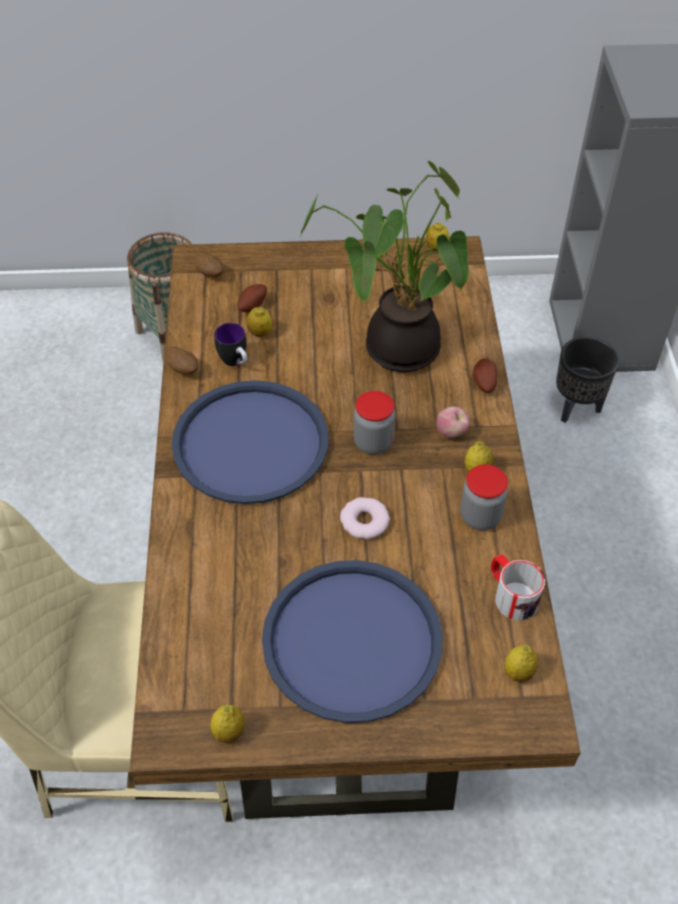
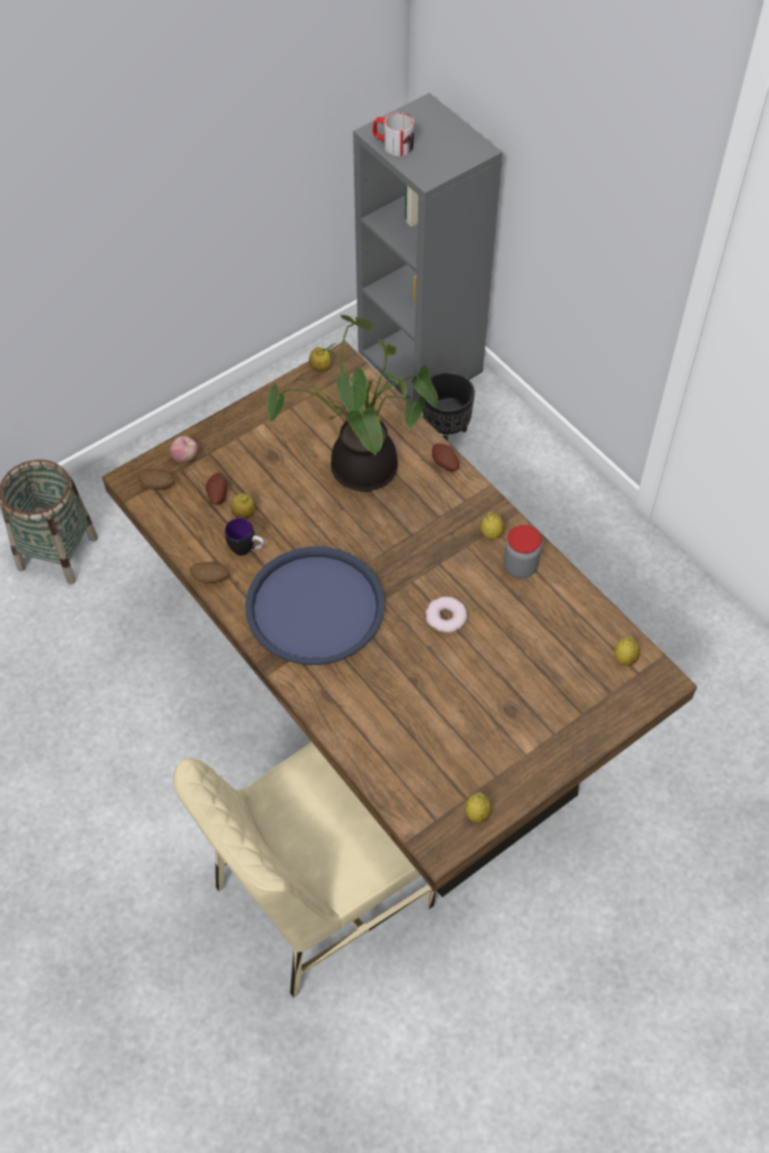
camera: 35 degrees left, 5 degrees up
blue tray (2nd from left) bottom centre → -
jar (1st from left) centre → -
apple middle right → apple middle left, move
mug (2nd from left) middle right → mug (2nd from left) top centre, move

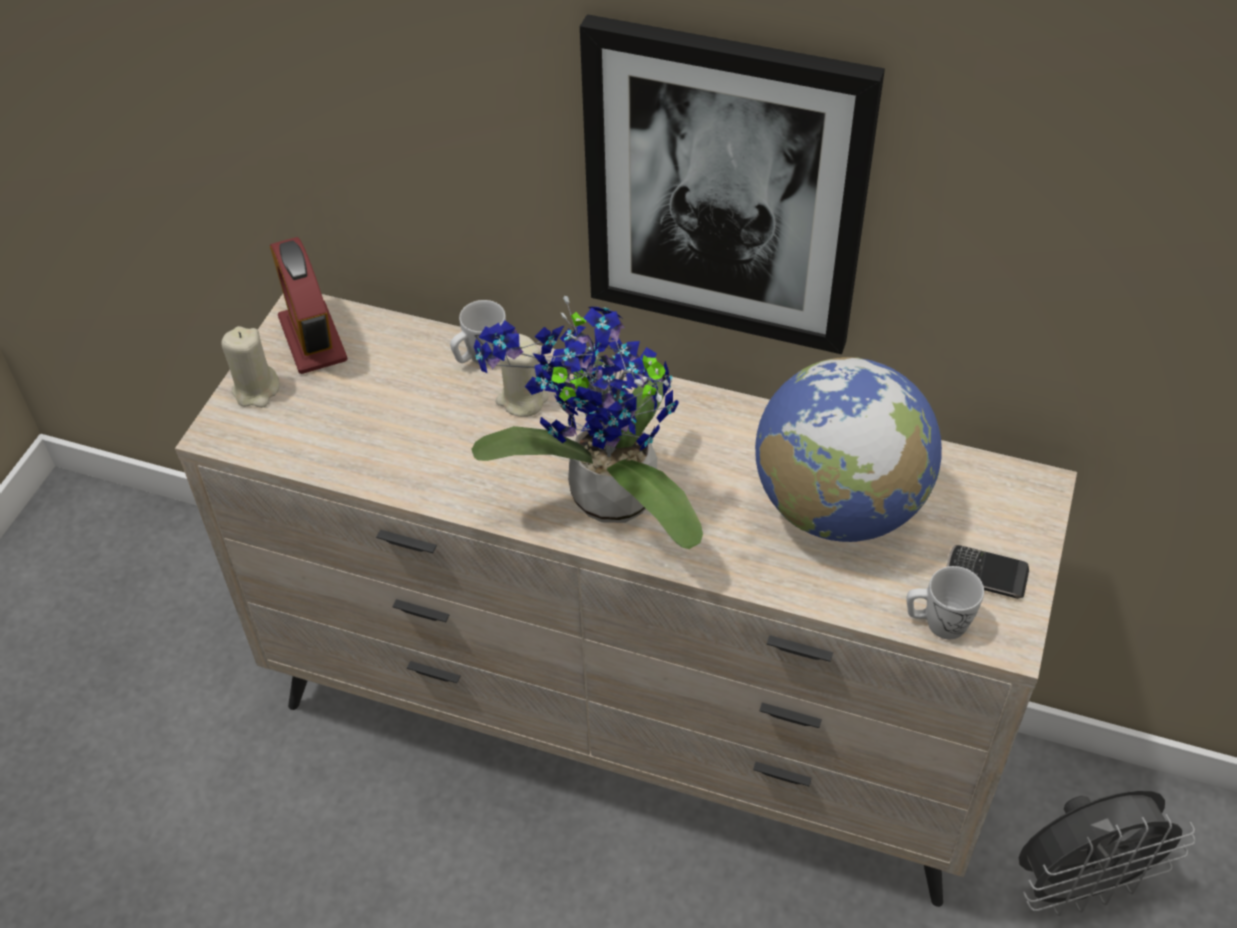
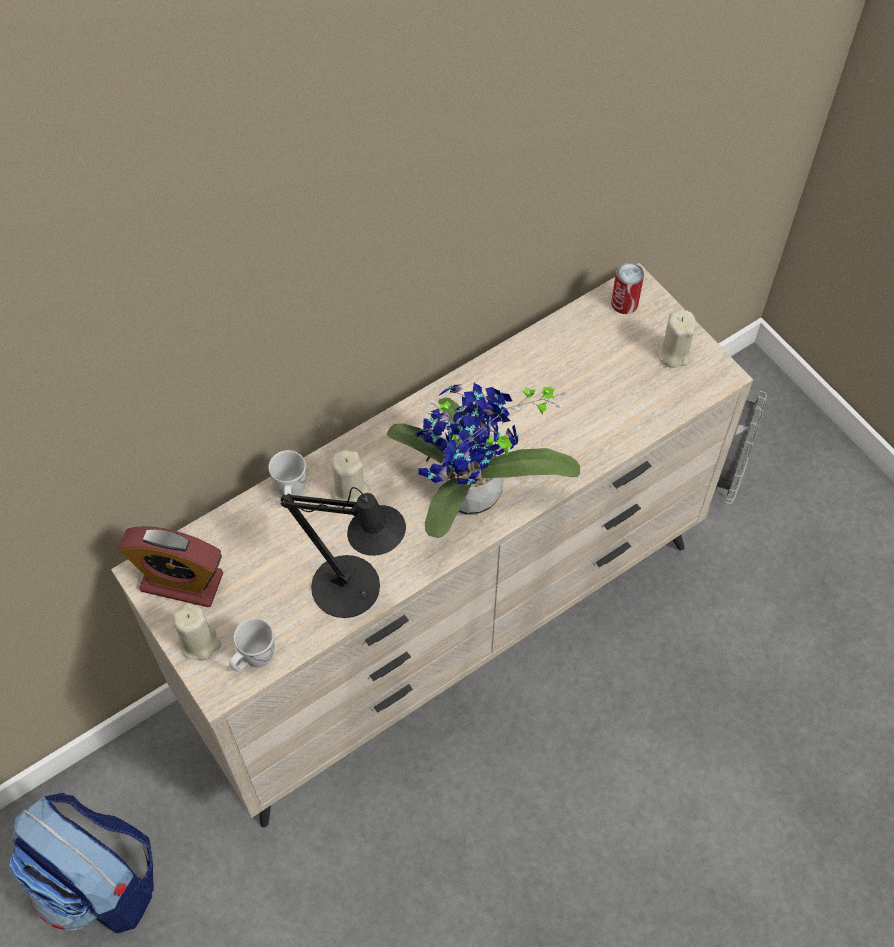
camera: 55 degrees left, 10 degrees up
picture top centre → -
globe middle right → -
white mug (2nd from left in the first image) middle right → white mug (1st from left) bottom left, move
phone middle right → beige candle (3rd from left) middle right
- → backpack bottom left
- → black table lamp centre
- → can top right

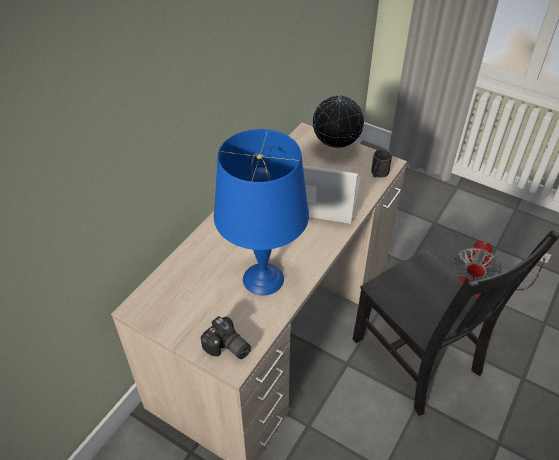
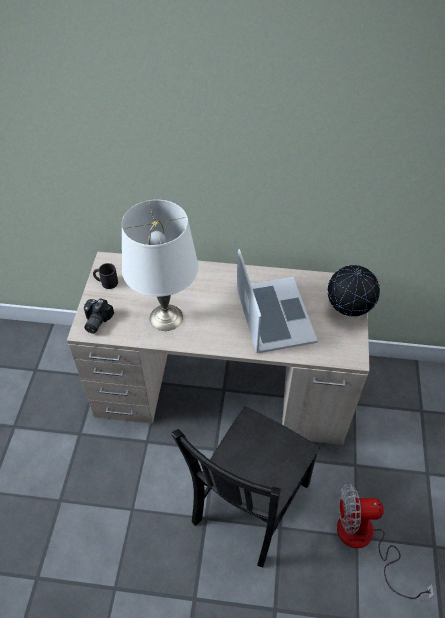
camera: 65 degrees right, 5 degrees up
blue table lamp centre → white table lamp centre
black mug middle right → black mug middle left, move

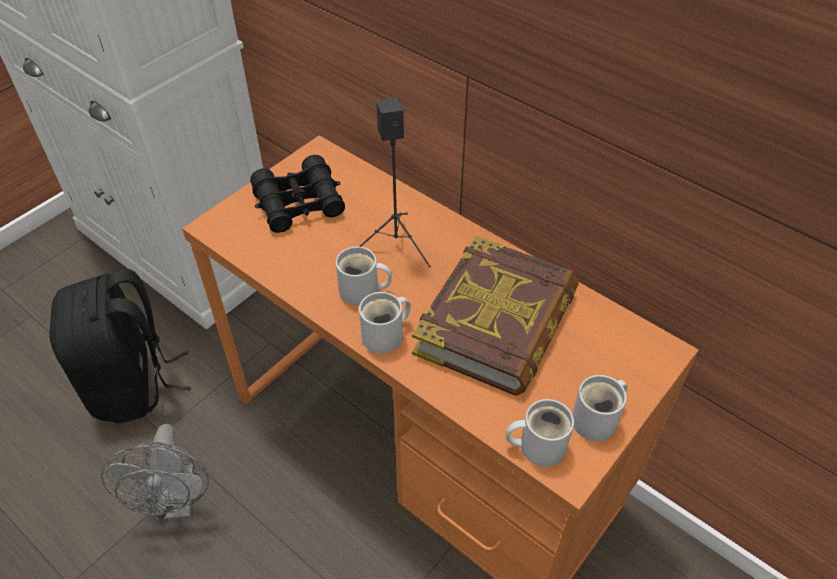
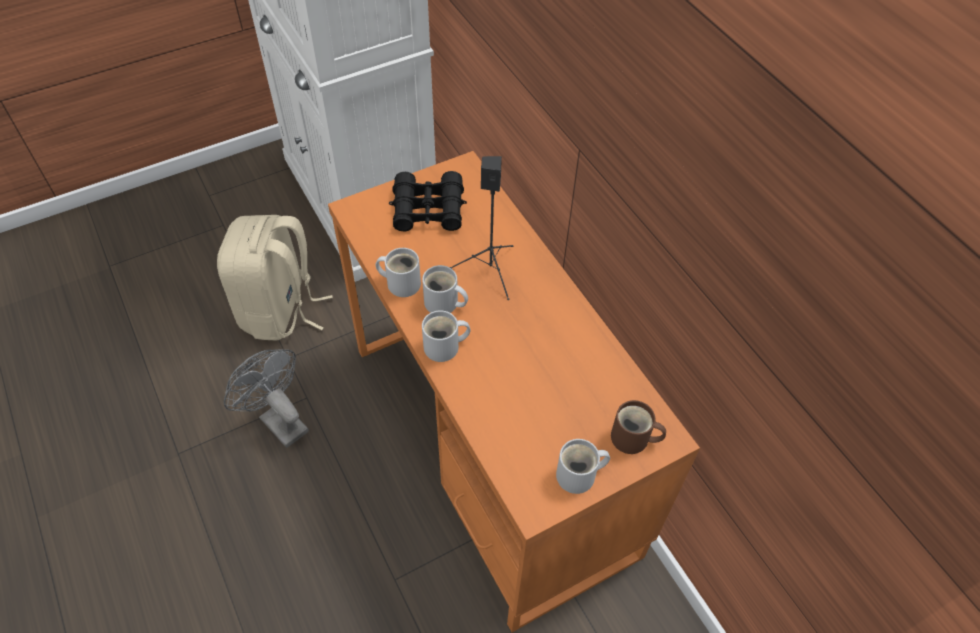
camera: 20 degrees right, 5 degrees up
black backpack middle left → beige backpack middle left
grey fan bottom left → grey fan middle left, 120 degrees clockwise
book centre → -
white mug (3rd from left in the first image) bottom centre → white mug (1st from left) centre, move
- → brown mug bottom centre

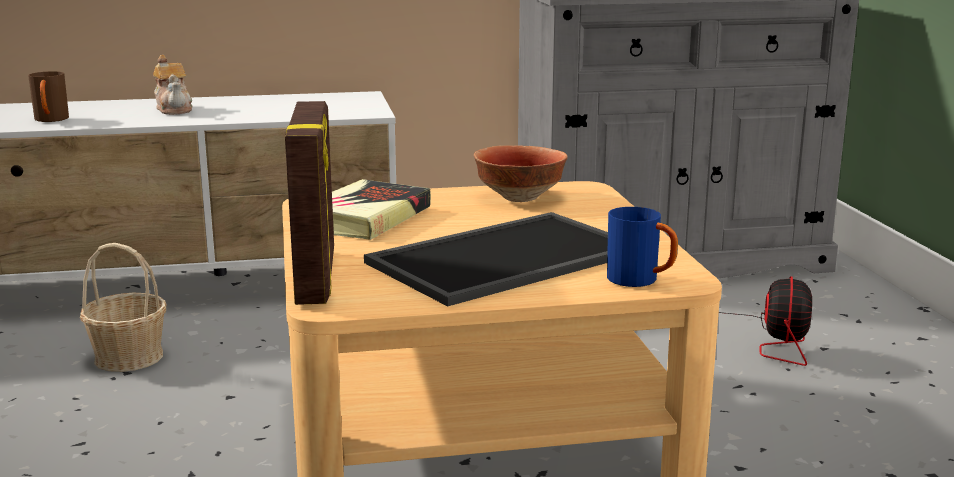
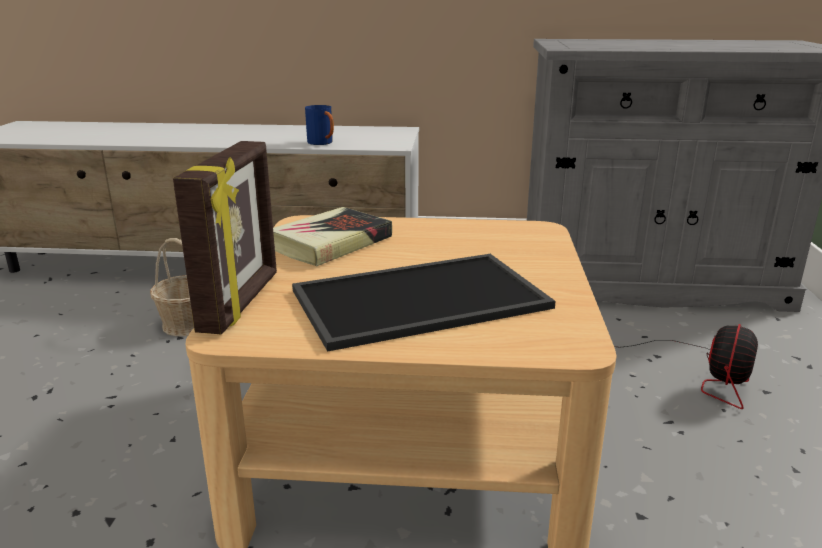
camera: 15 degrees right, 5 degrees up
brown mug top left → -
teapot top left → -
bowl centre → -
blue mug middle right → blue mug top centre, move

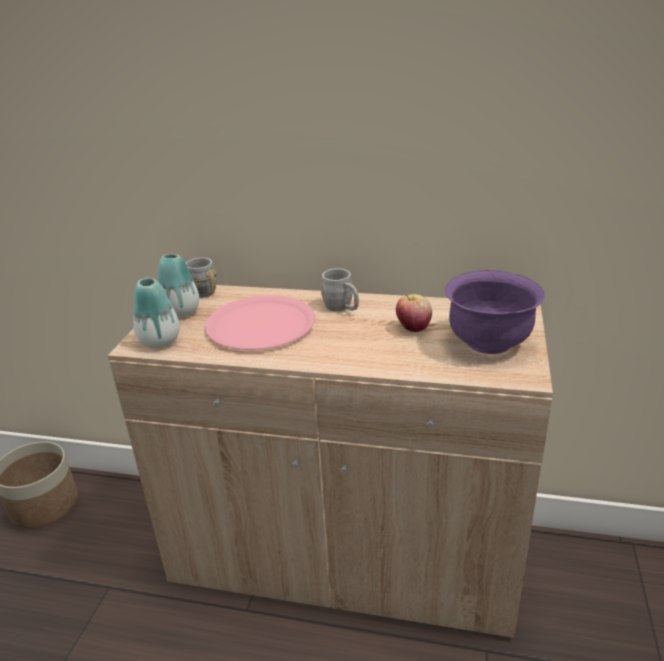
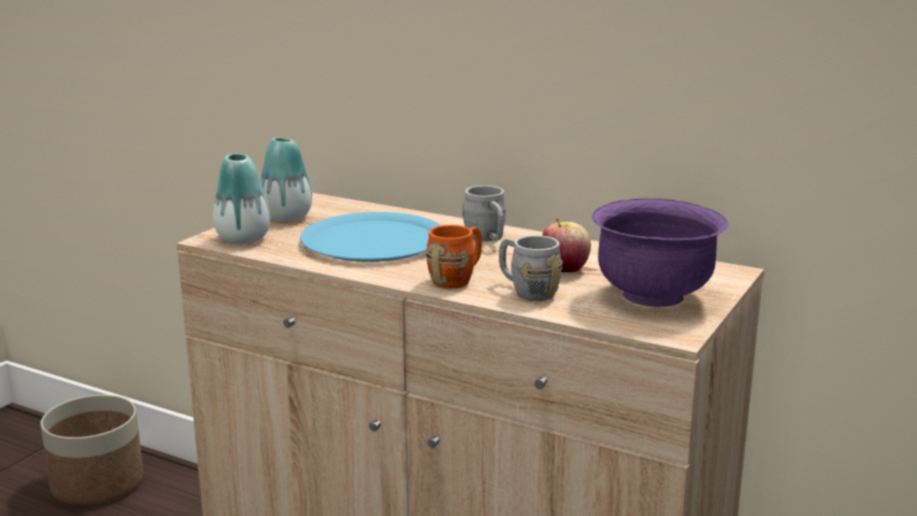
camera: 15 degrees right, 10 degrees down
grey mug (1st from left in the first image) middle left → grey mug (2nd from left) centre, move
pink plate centre → blue plate centre
- → orange mug centre

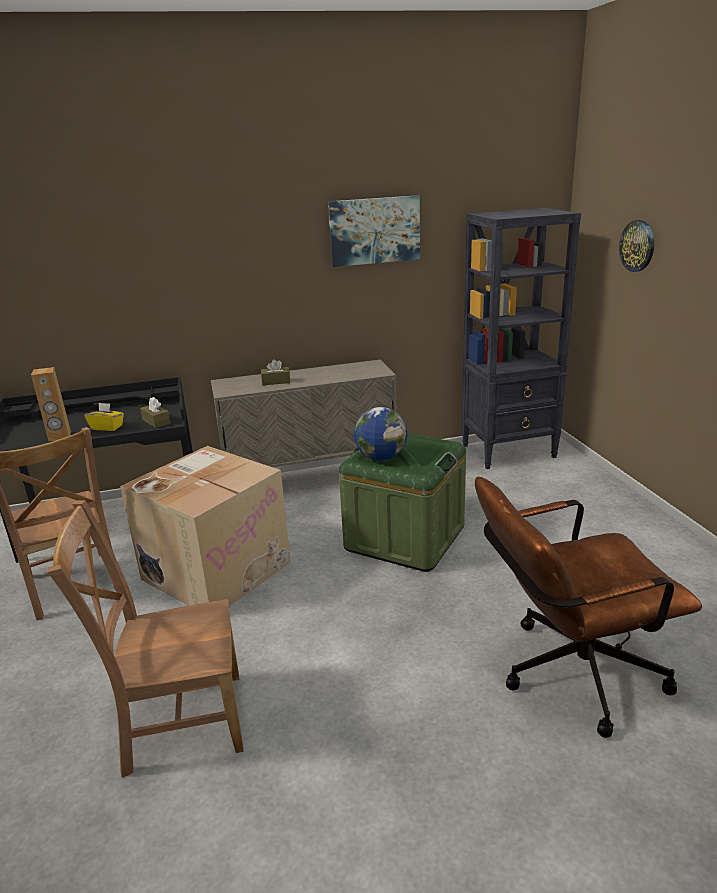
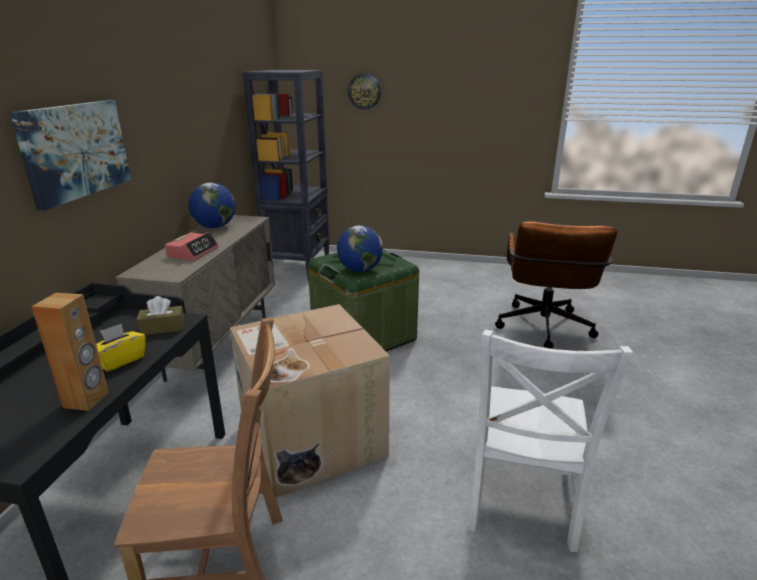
camera: 65 degrees left, 0 degrees up
brown chair (2nd from left) bottom left → white chair bottom right
brown tissue box (2nd from left) centre → alarm clock middle left
picture top centre → picture top left, move
- → globe (1st from left) middle left

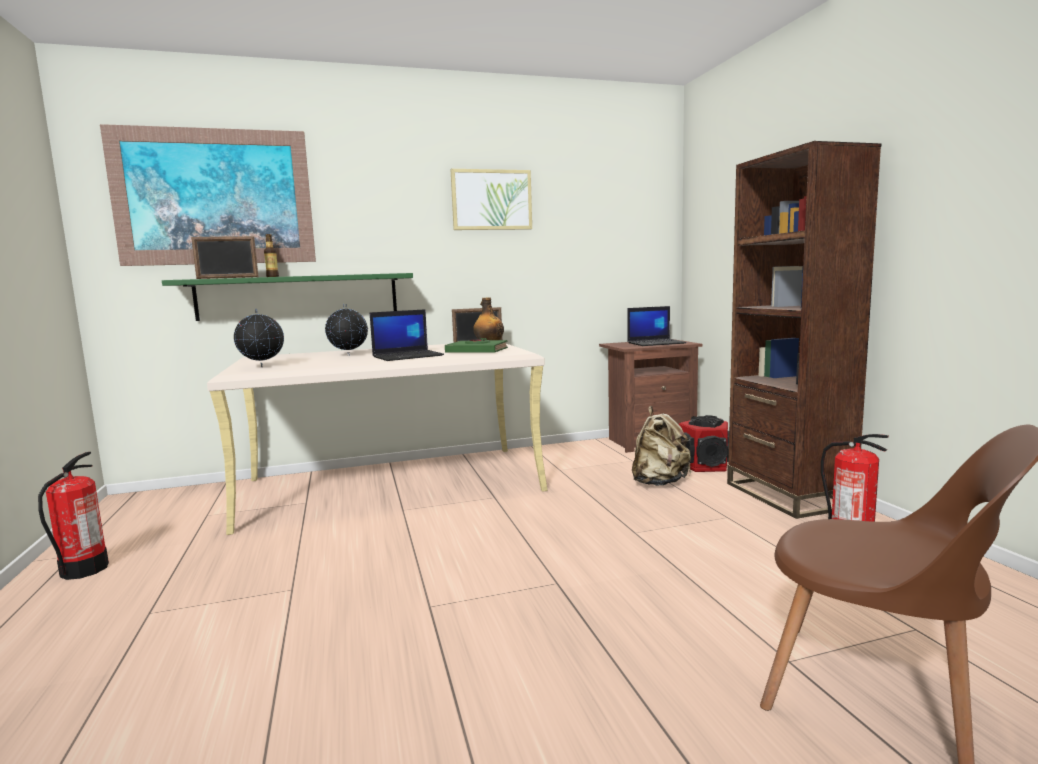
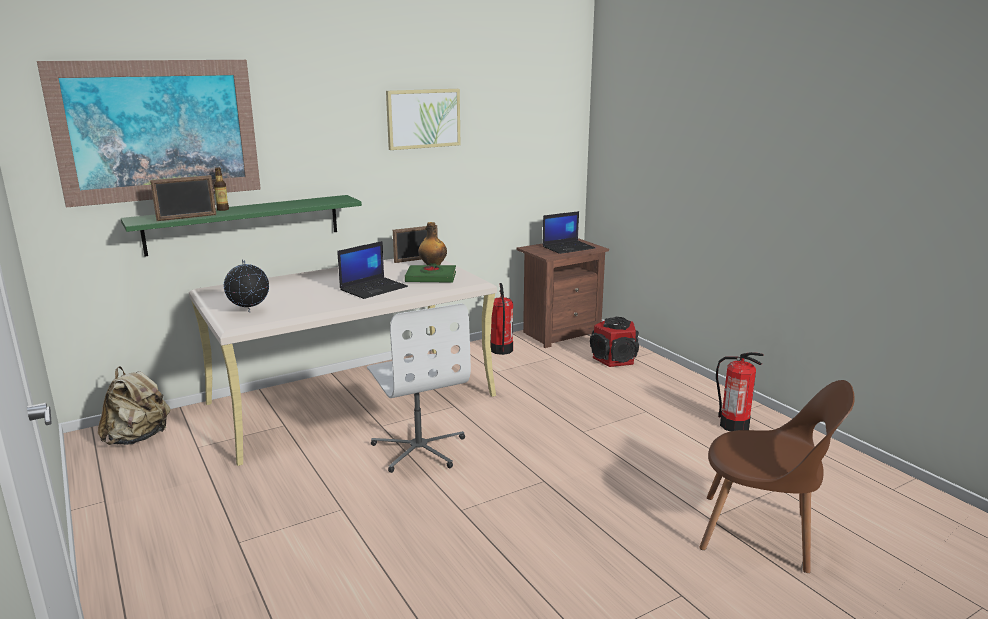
camera: 15 degrees left, 10 degrees up
fire extinguisher (1st from left) bottom left → fire extinguisher (1st from left) centre, move
globe (2nd from left) centre → -
beige backpack centre → beige backpack middle left, move
brown bookcase middle right → -
- → white office chair centre

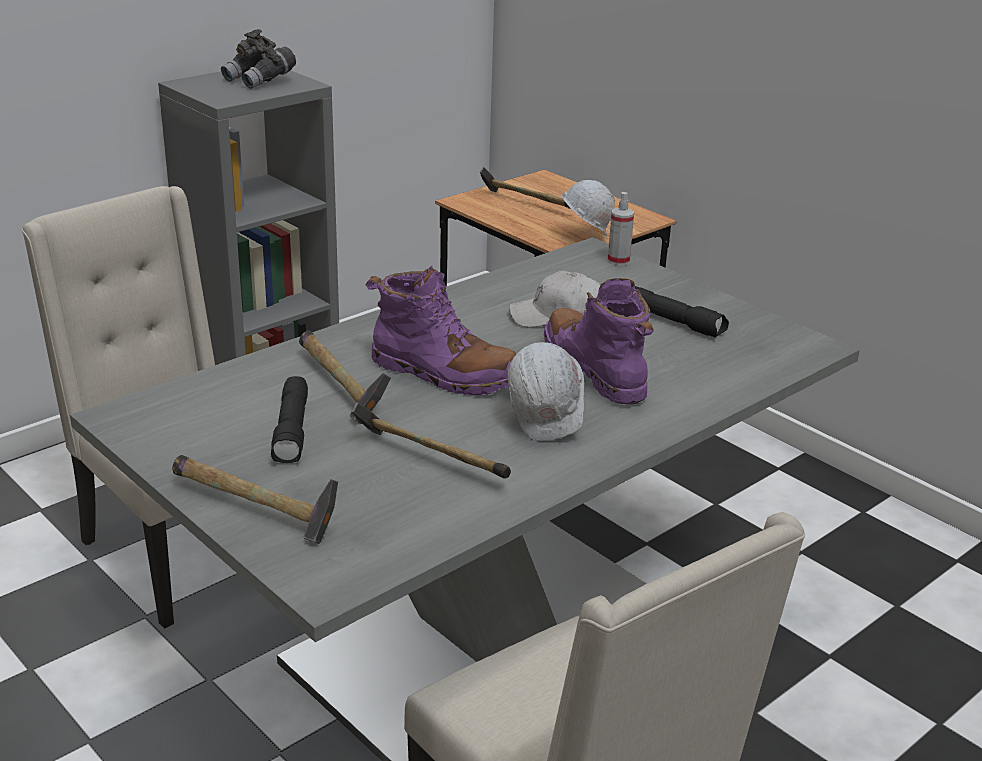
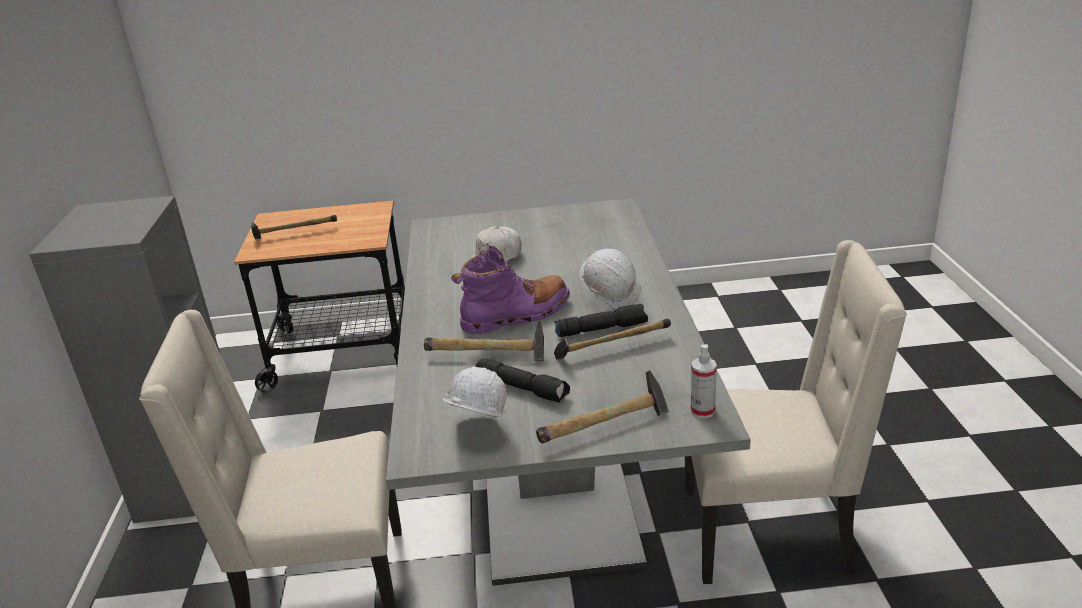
camera: 50 degrees left, 0 degrees up
grey binoculars top left → -
purple boot (2nd from left) centre → -
white hard hat (2nd from left in the first image) top centre → white hard hat (1st from left) centre, move
spray bottle top centre → spray bottle centre, move
black flashlight (2nd from left) middle right → black flashlight (2nd from left) centre, move

